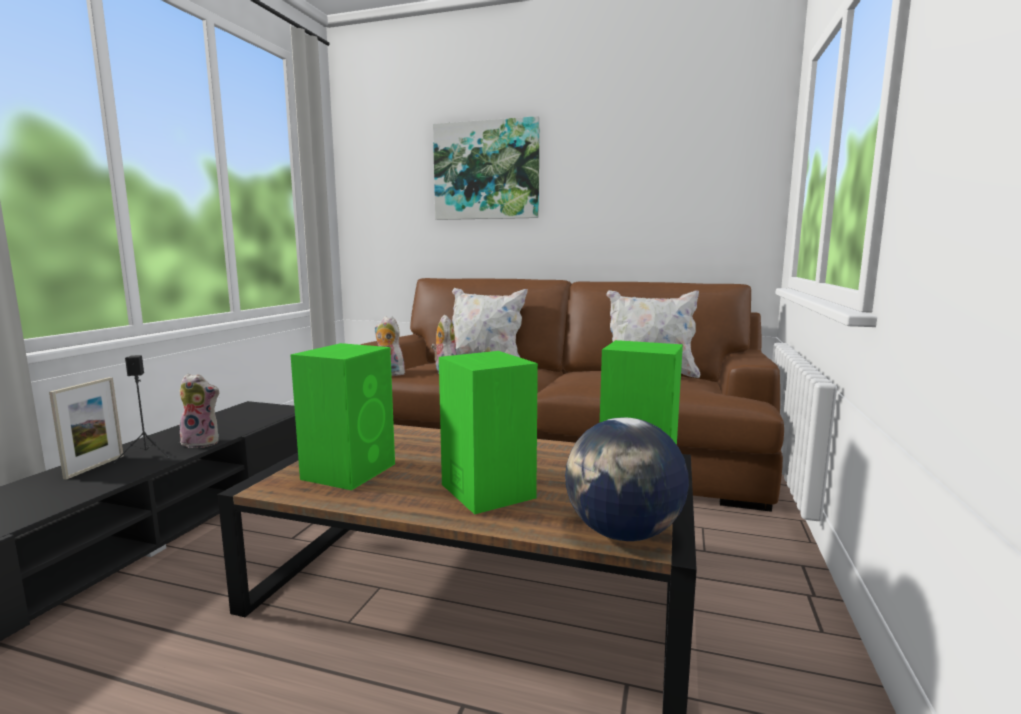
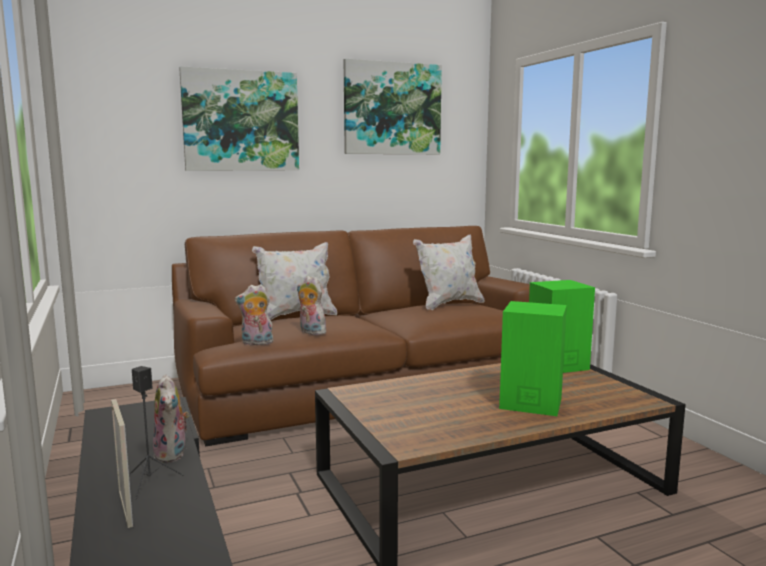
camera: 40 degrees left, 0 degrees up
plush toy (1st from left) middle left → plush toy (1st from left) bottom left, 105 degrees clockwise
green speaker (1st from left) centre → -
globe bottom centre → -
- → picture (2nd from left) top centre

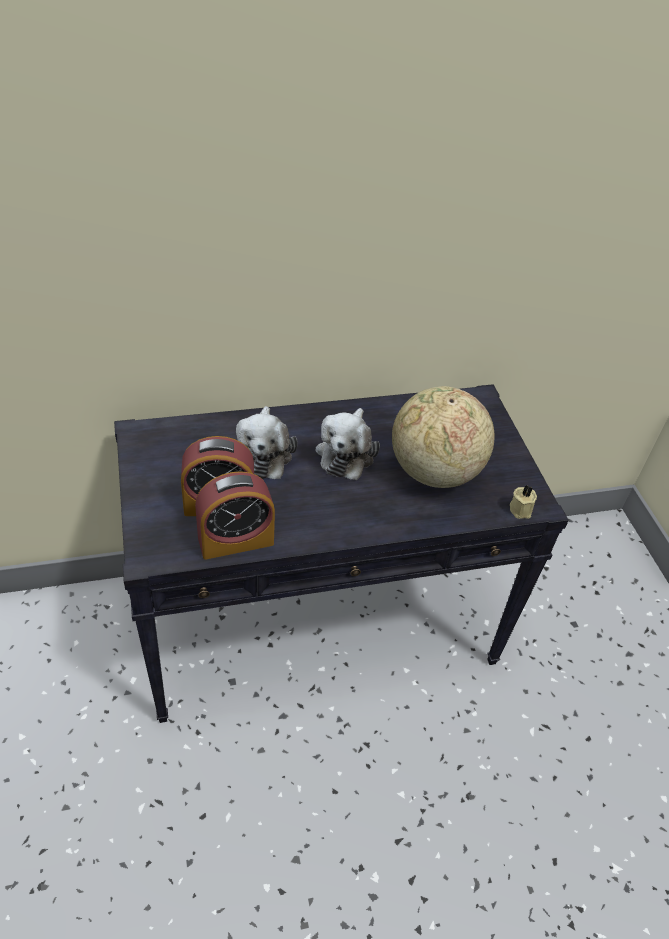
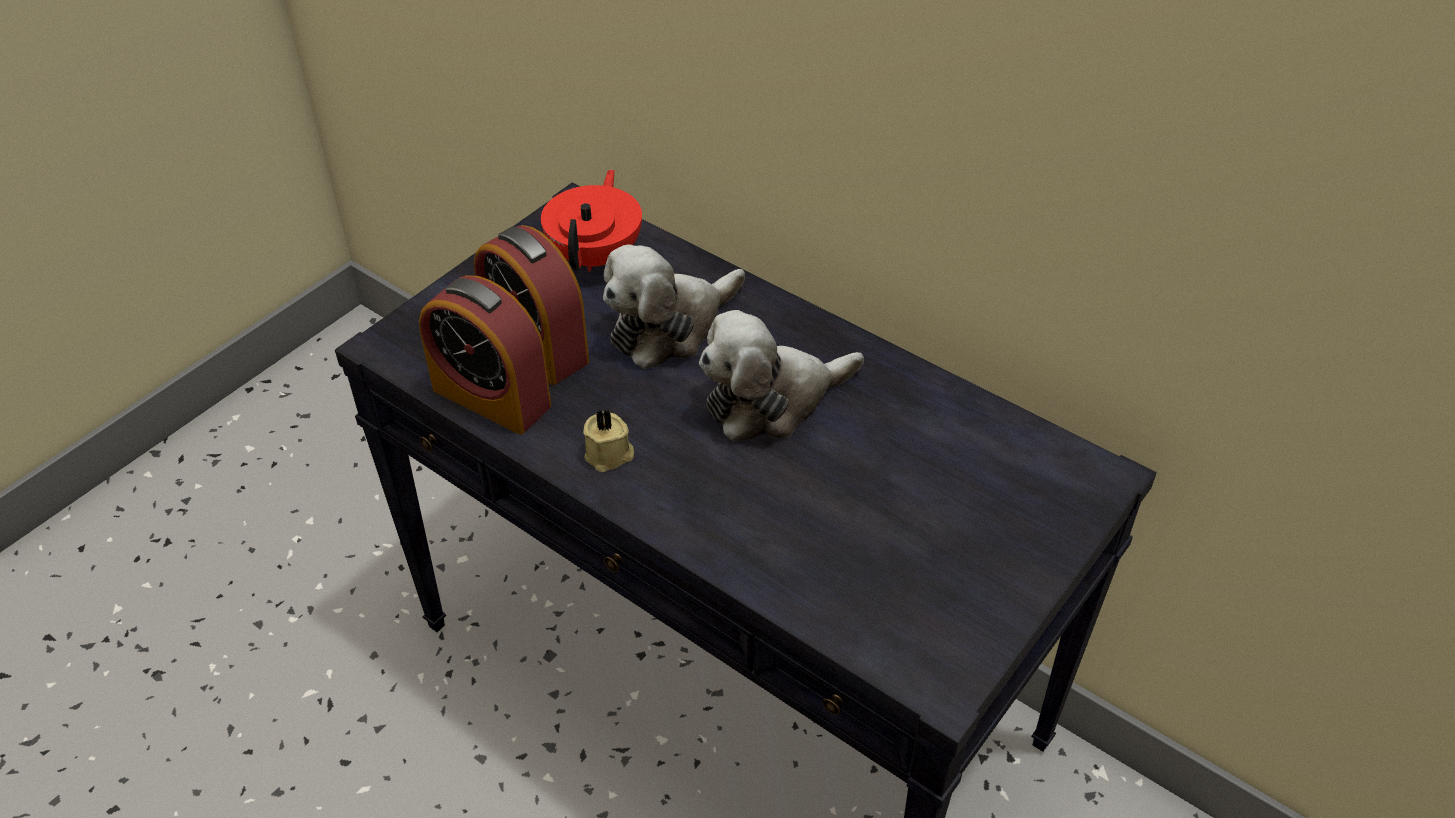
camera: 55 degrees right, 0 degrees up
globe centre → -
beige candle middle right → beige candle centre, move
- → red teapot top centre

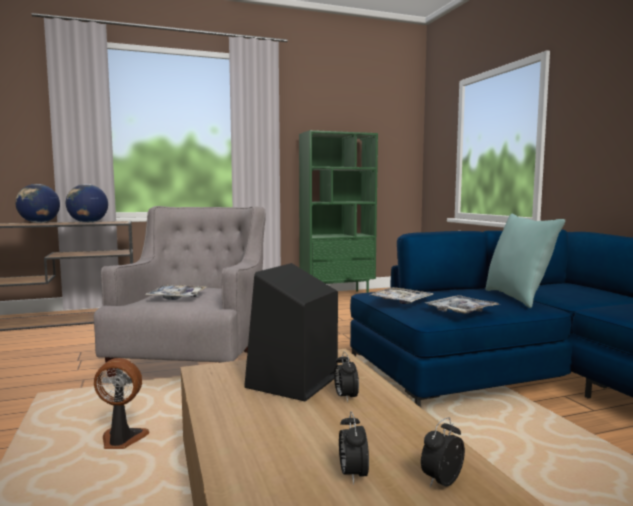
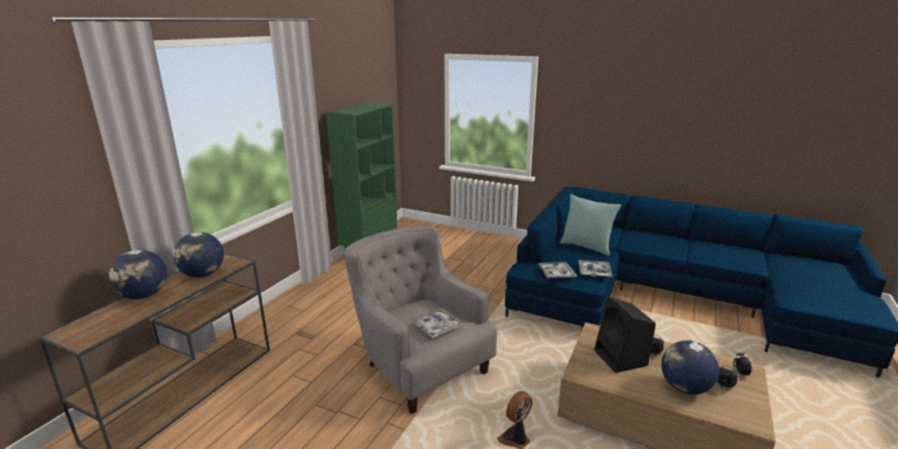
camera: 45 degrees left, 15 degrees up
- → globe (3rd from left) bottom right

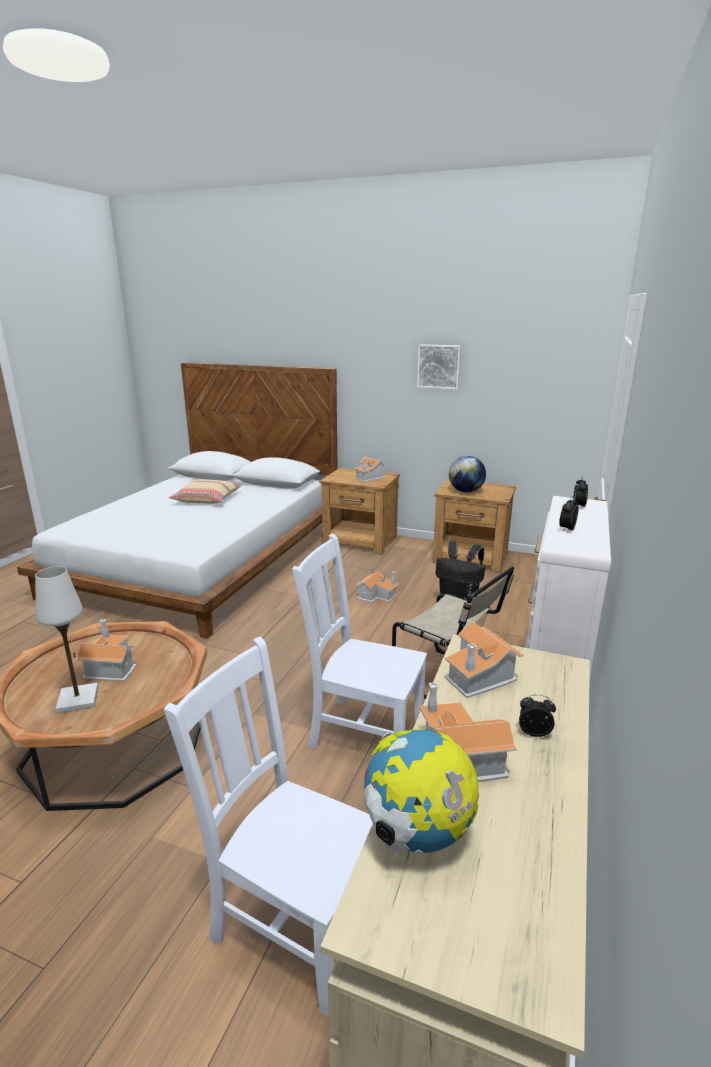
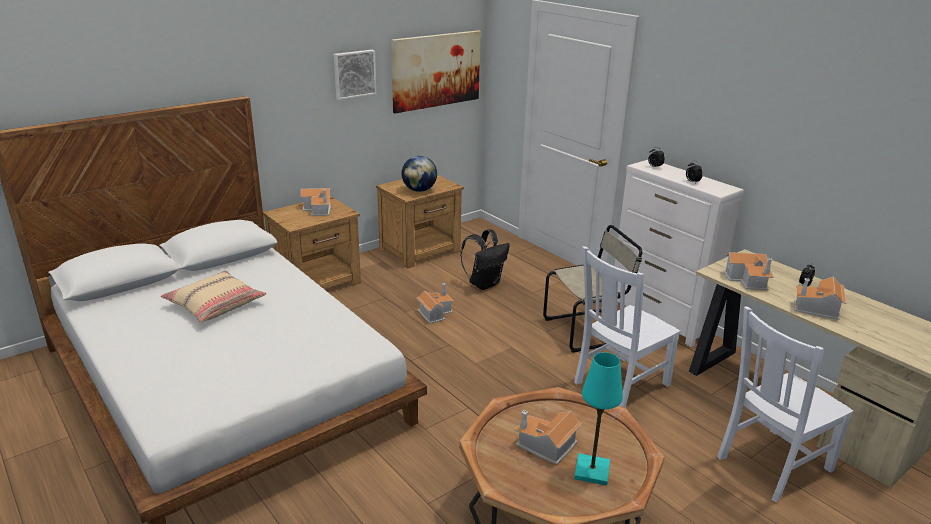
camera: 60 degrees left, 5 degrees up
white table lamp middle left → turquoise table lamp bottom centre
globe (1st from left) bottom centre → -
- → picture (2nd from left) top centre

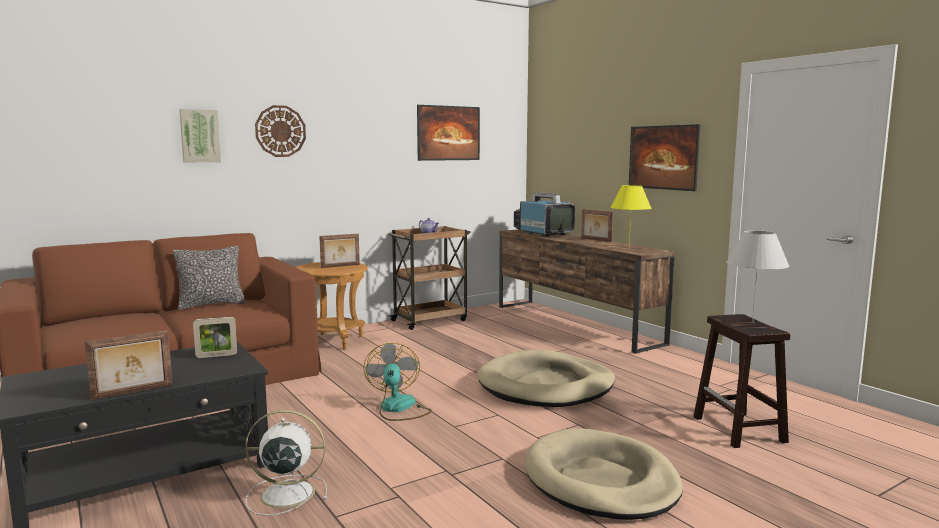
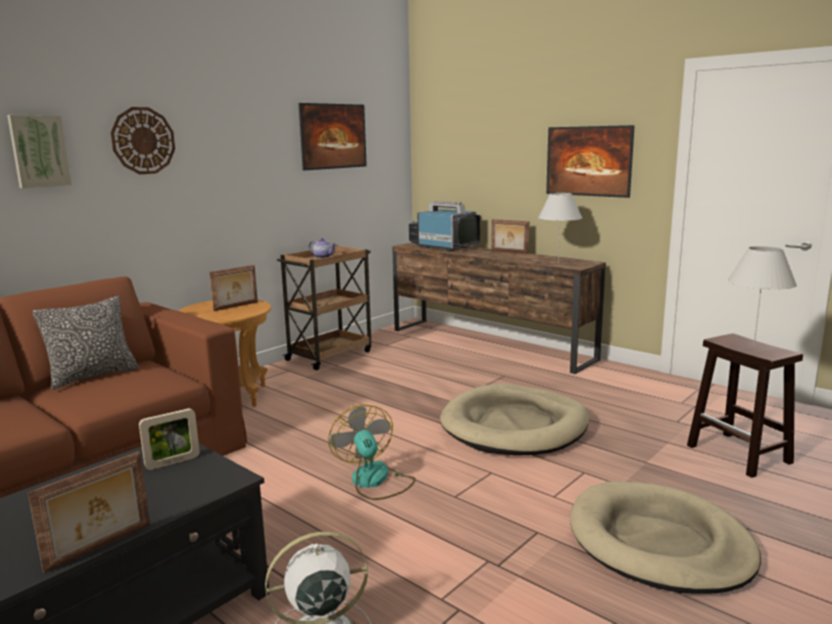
camera: 15 degrees left, 5 degrees up
yellow table lamp middle right → white table lamp (1st from left) middle right

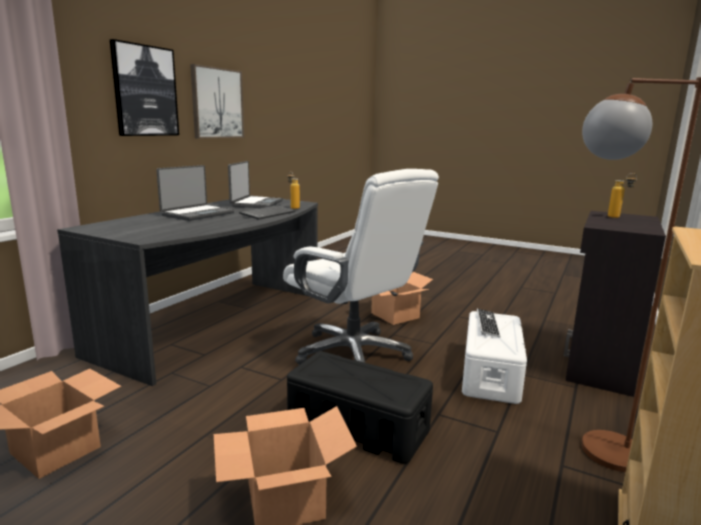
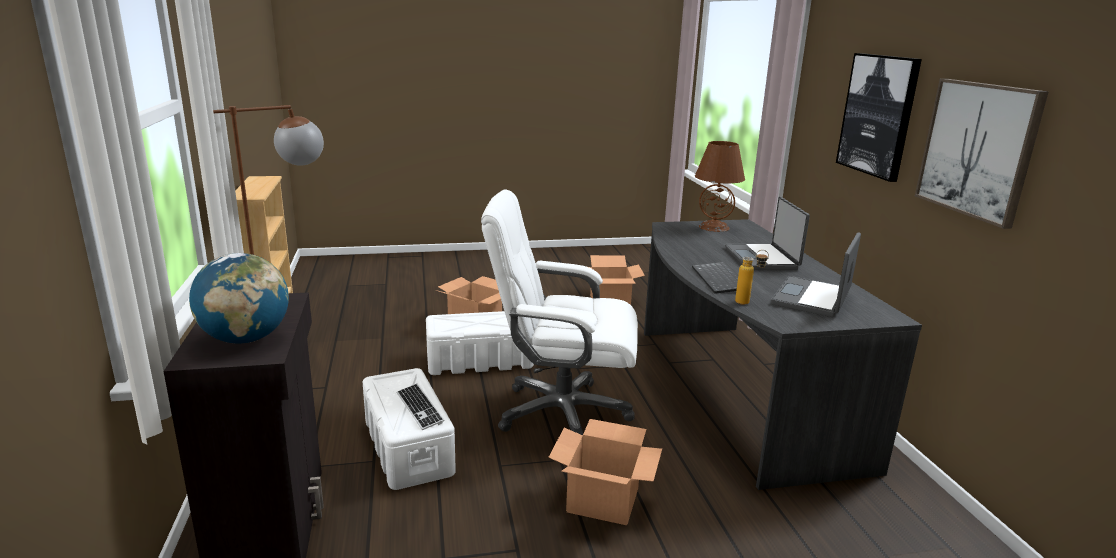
camera: 140 degrees right, 5 degrees up
laptop (2nd from left) centre → laptop (2nd from left) middle right, 60 degrees clockwise
black storage box bottom centre → white storage box (2nd from left) centre
bottle (2nd from left) middle right → globe middle left
- → brown table lamp centre

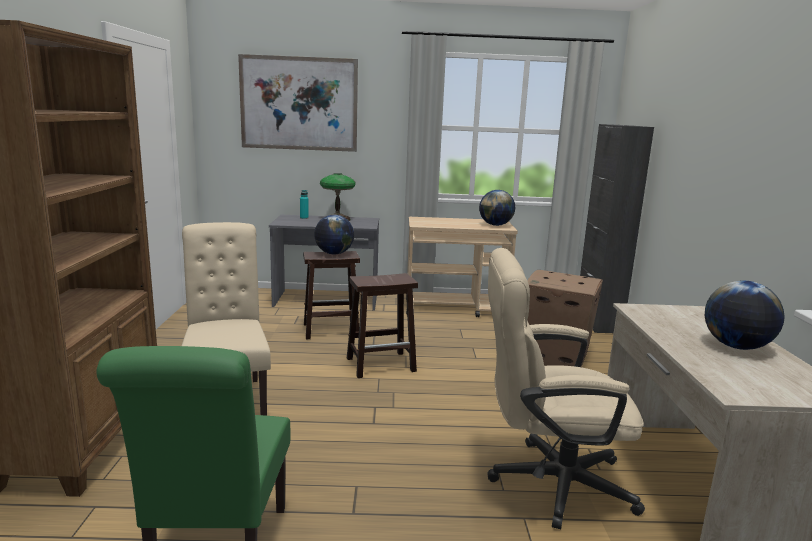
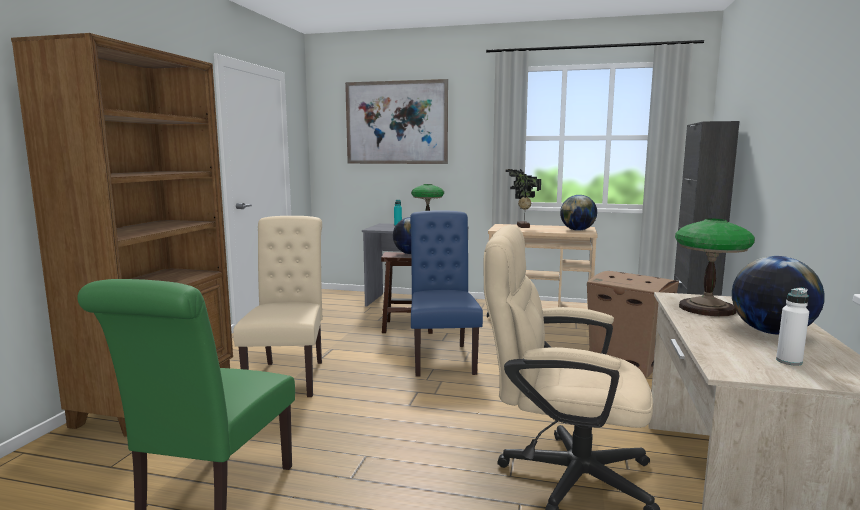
camera: 15 degrees right, 5 degrees down
brown stool (2nd from left) centre → blue chair centre
- → potted plant centre
- → table lamp (2nd from left) middle right
- → white bottle middle right

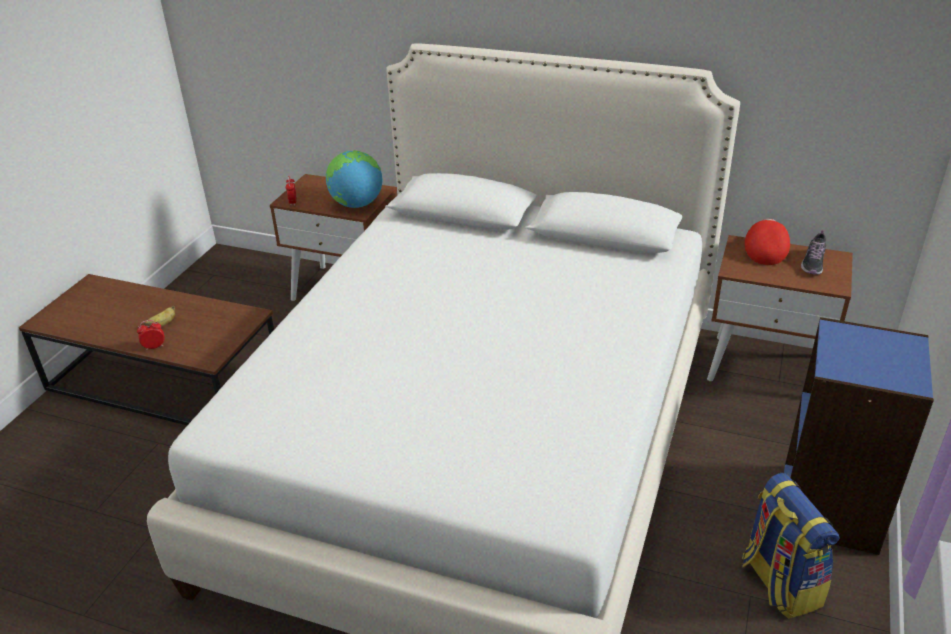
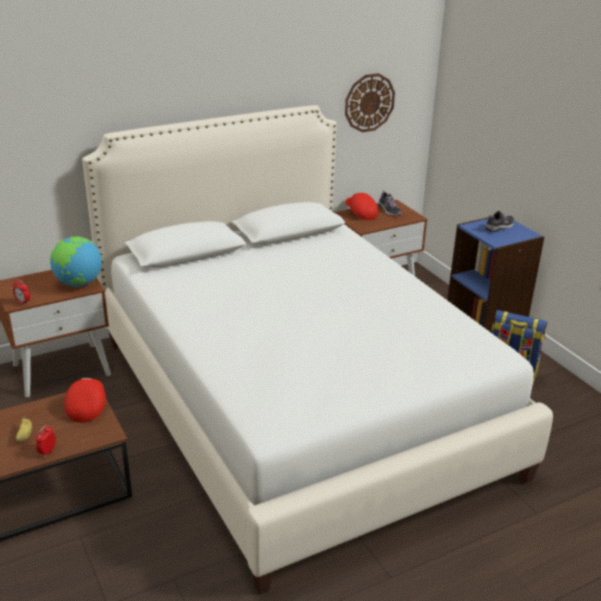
camera: 50 degrees left, 5 degrees down
- → red cap (1st from left) middle left
- → wall clock top centre
- → shoe (2nd from left) middle right

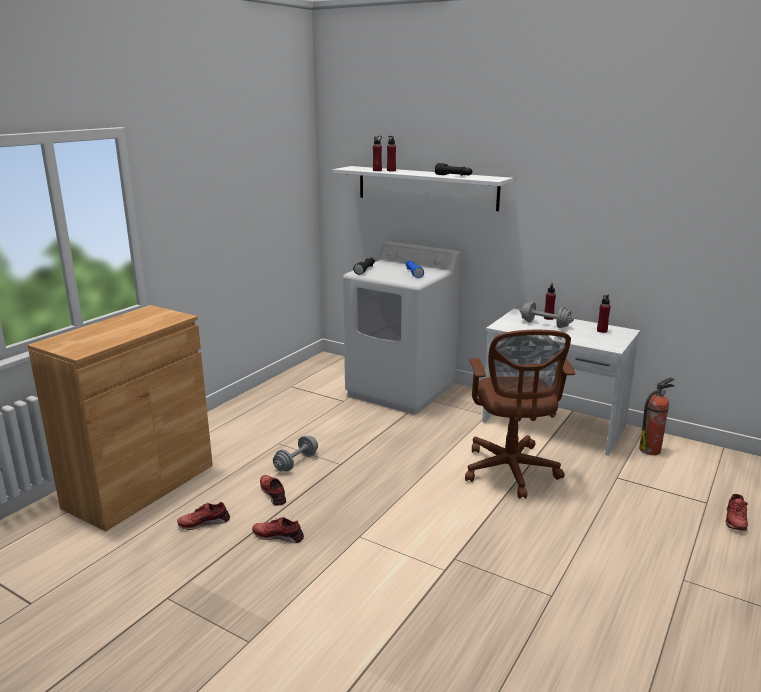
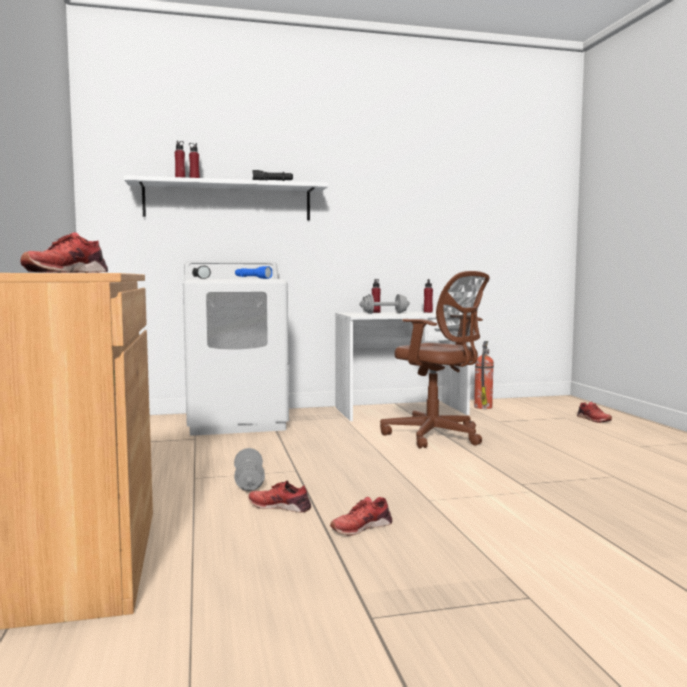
camera: 45 degrees left, 15 degrees down
red shoe (1st from left) bottom left → red shoe (1st from left) middle left, move

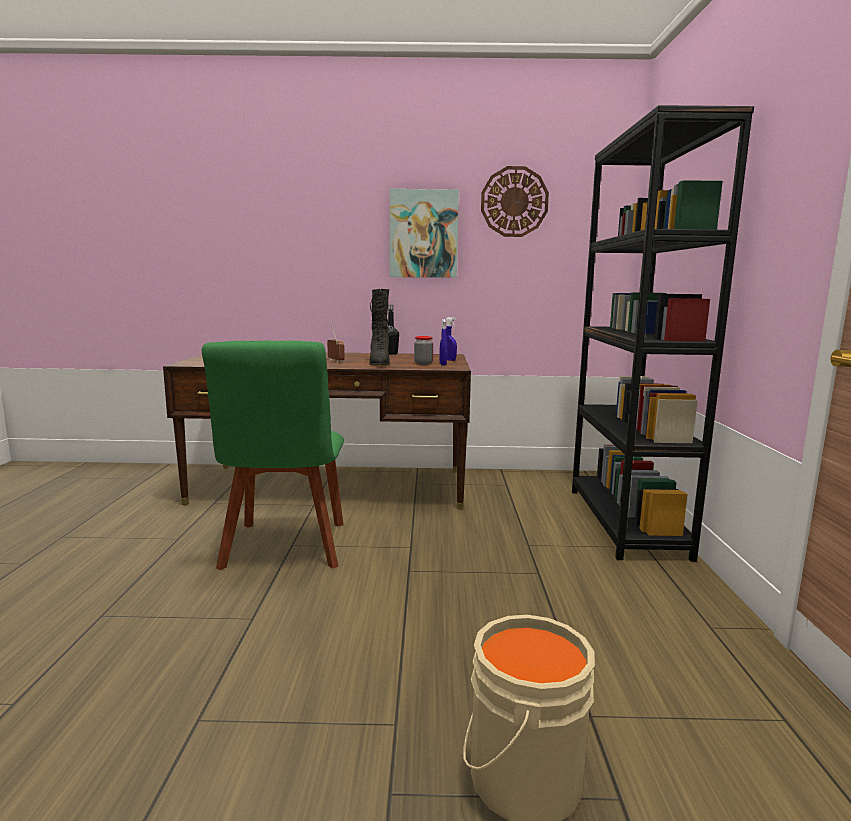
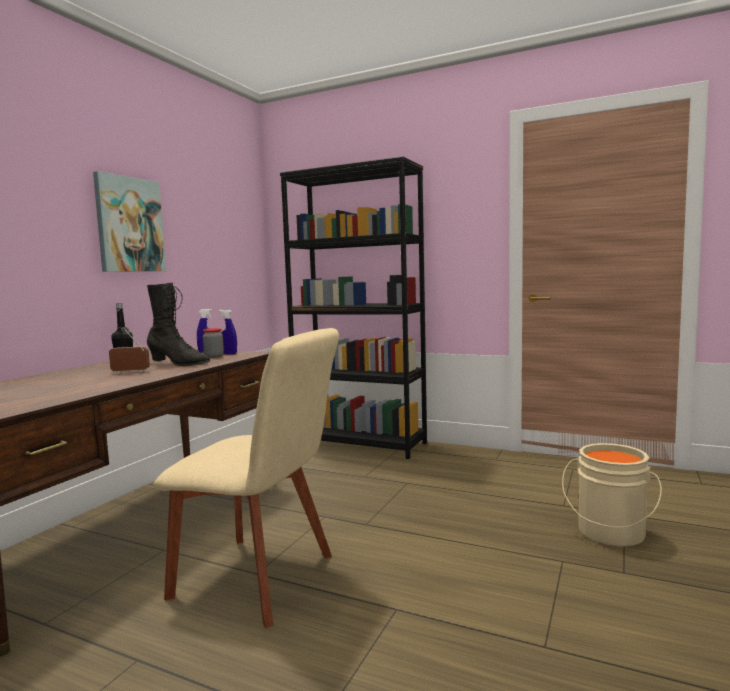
camera: 65 degrees left, 5 degrees down
green chair middle left → beige chair bottom centre
wall clock top centre → -

